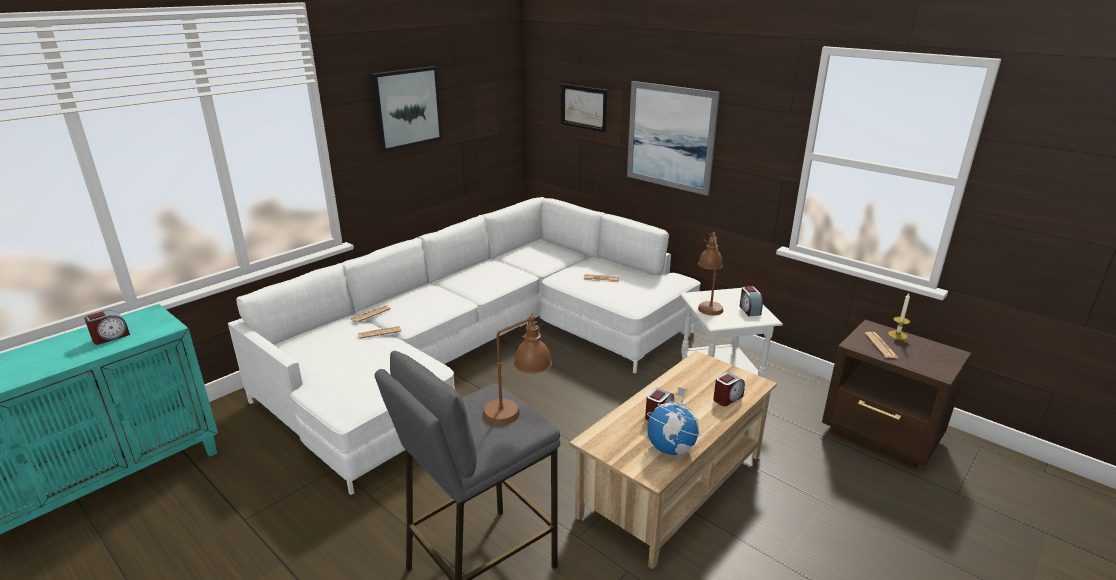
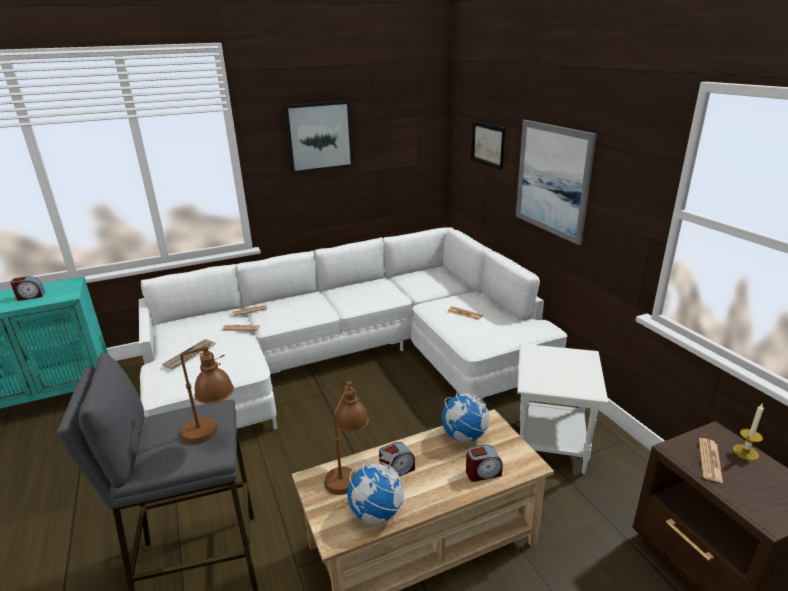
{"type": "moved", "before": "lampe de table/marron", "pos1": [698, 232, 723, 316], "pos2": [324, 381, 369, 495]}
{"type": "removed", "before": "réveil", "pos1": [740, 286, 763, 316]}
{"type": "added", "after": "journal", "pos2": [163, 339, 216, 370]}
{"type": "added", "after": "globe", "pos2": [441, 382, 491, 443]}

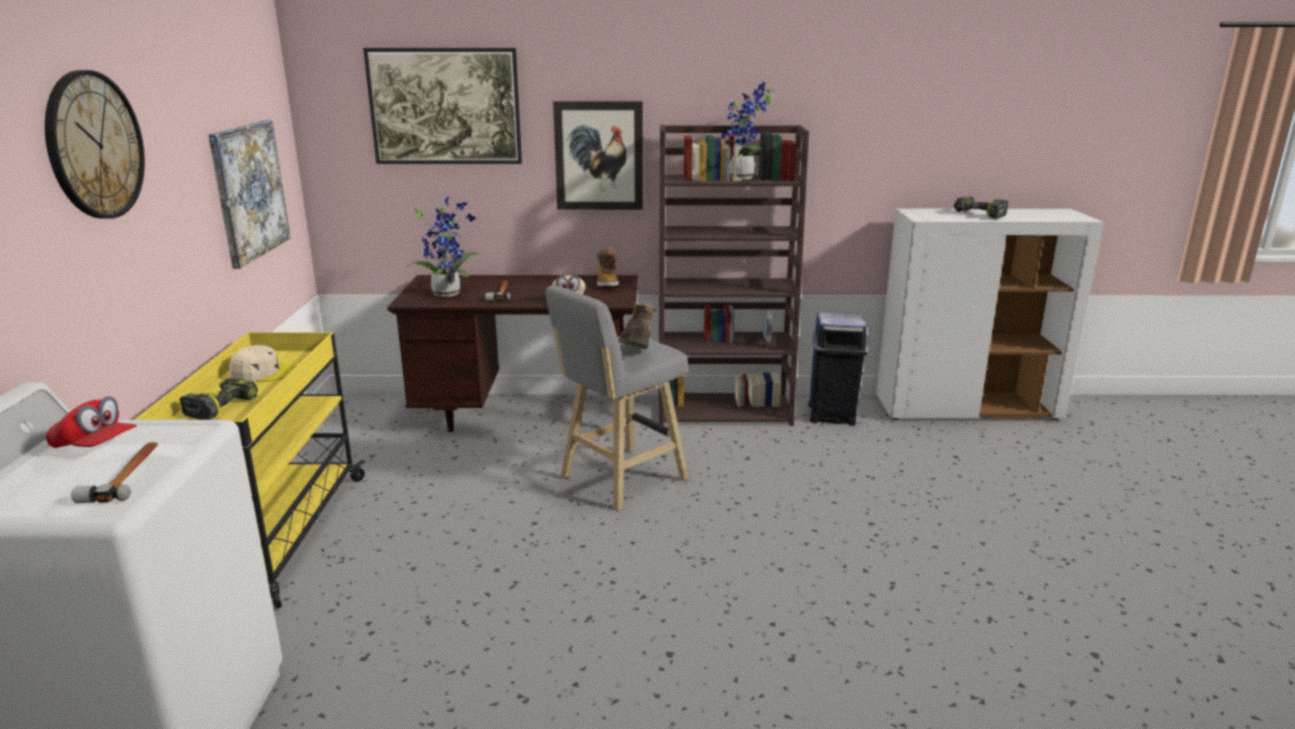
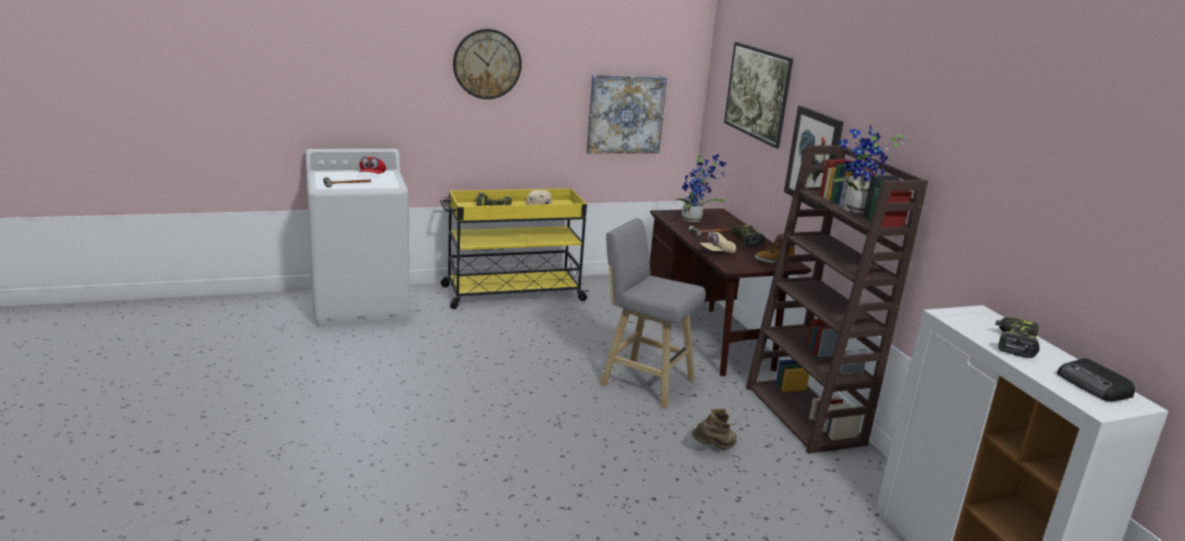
{"type": "moved", "before": "botte/marron", "pos1": [618, 301, 657, 349], "pos2": [692, 408, 737, 449]}
{"type": "removed", "before": "poubelle/bleu", "pos1": [808, 312, 868, 425]}
{"type": "added", "after": "perceuse", "pos2": [730, 225, 765, 247]}
{"type": "added", "after": "radio", "pos2": [1057, 358, 1135, 401]}

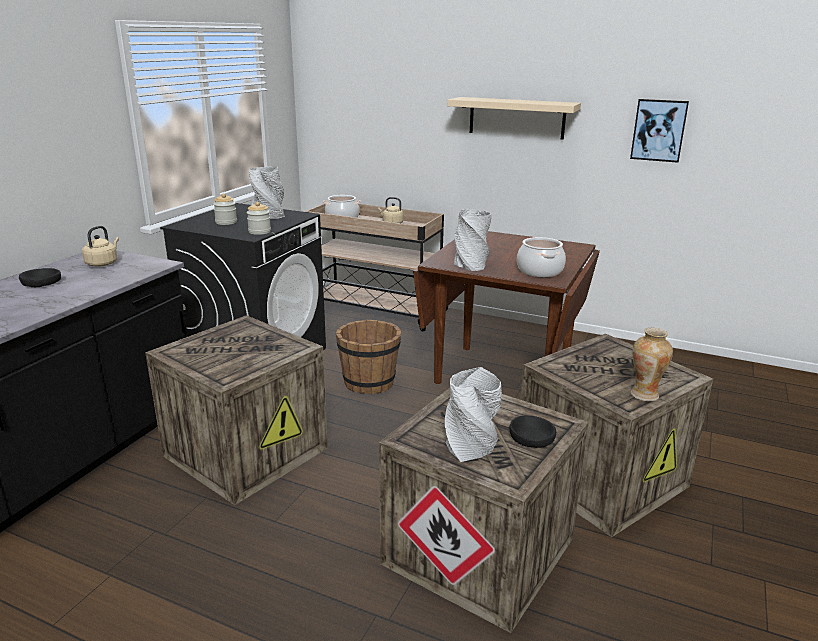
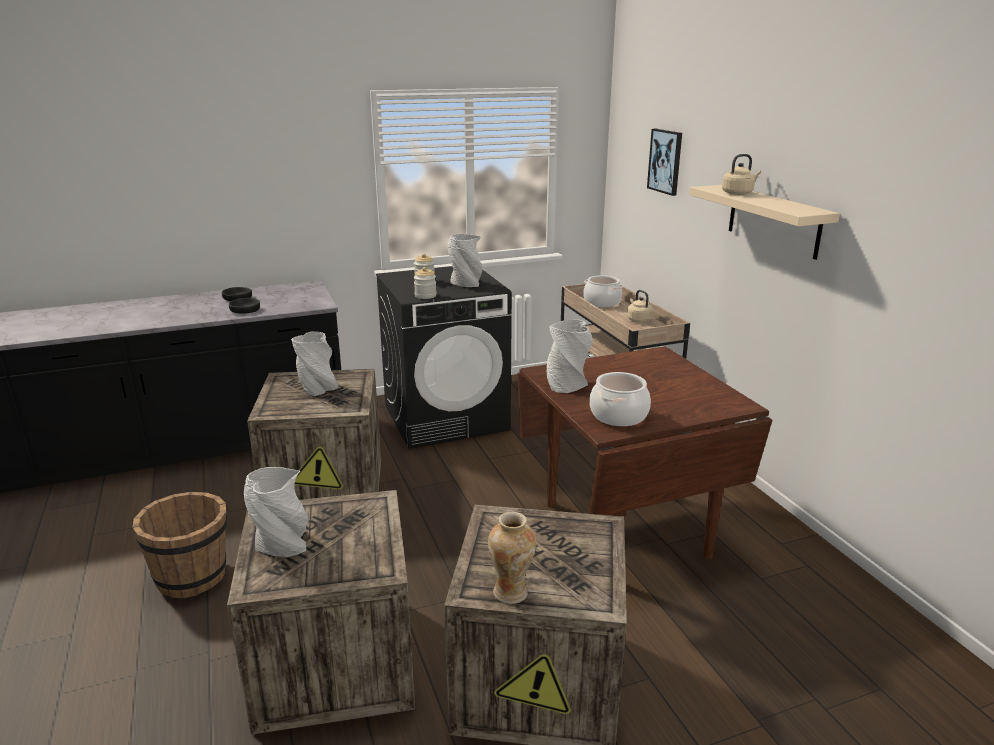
{"type": "moved", "before": "tableau", "pos1": [630, 99, 689, 163], "pos2": [647, 129, 682, 196]}
{"type": "moved", "before": "bouilloire/beige", "pos1": [82, 226, 119, 267], "pos2": [722, 154, 761, 195]}
{"type": "moved", "before": "seau/marron", "pos1": [336, 320, 401, 394], "pos2": [132, 492, 227, 598]}
{"type": "moved", "before": "bol/noir", "pos1": [510, 416, 556, 448], "pos2": [229, 298, 260, 314]}
{"type": "added", "after": "vase/gris", "pos2": [291, 331, 338, 396]}

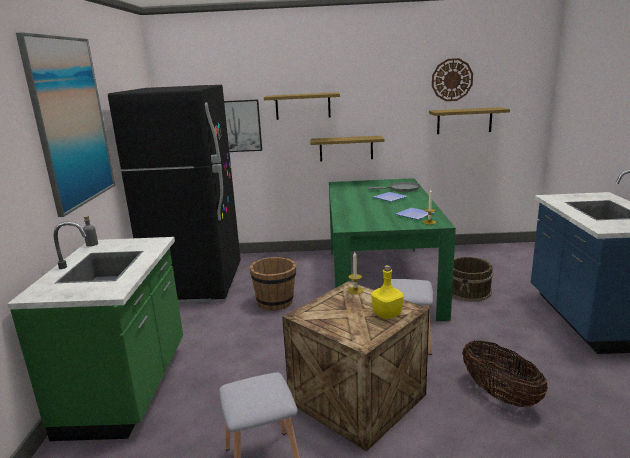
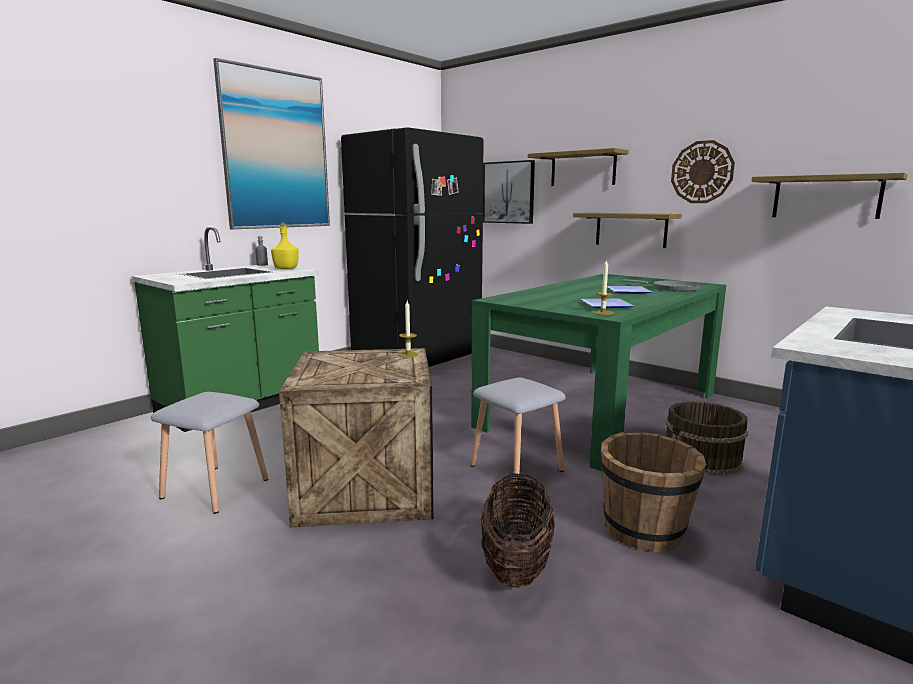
{"type": "moved", "before": "horloge murale", "pos1": [432, 58, 473, 101], "pos2": [671, 140, 735, 203]}
{"type": "moved", "before": "seau/marron", "pos1": [250, 257, 296, 311], "pos2": [600, 432, 706, 552]}
{"type": "moved", "before": "bouteille/jaune", "pos1": [371, 265, 404, 319], "pos2": [271, 223, 299, 269]}

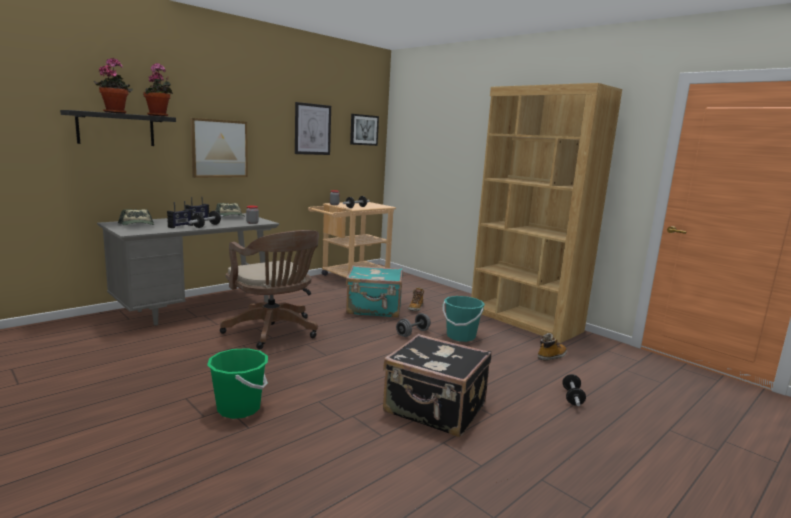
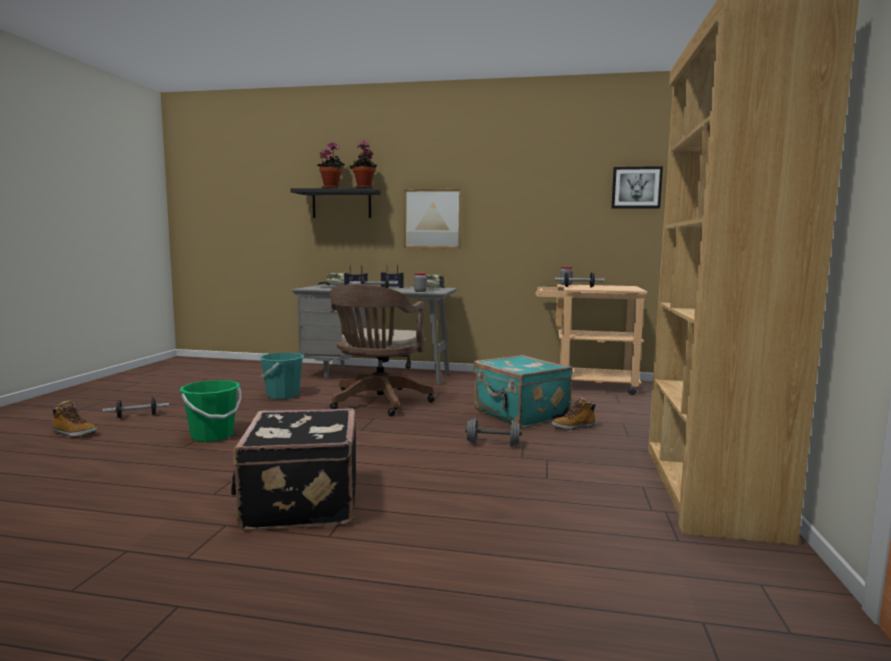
{"type": "removed", "before": "tableau", "pos1": [295, 102, 331, 155]}
{"type": "moved", "before": "seau/turquoise", "pos1": [443, 296, 485, 342], "pos2": [259, 353, 305, 399]}
{"type": "moved", "before": "botte", "pos1": [538, 333, 567, 361], "pos2": [52, 401, 97, 437]}
{"type": "moved", "before": "haltère", "pos1": [562, 374, 586, 406], "pos2": [103, 397, 169, 418]}

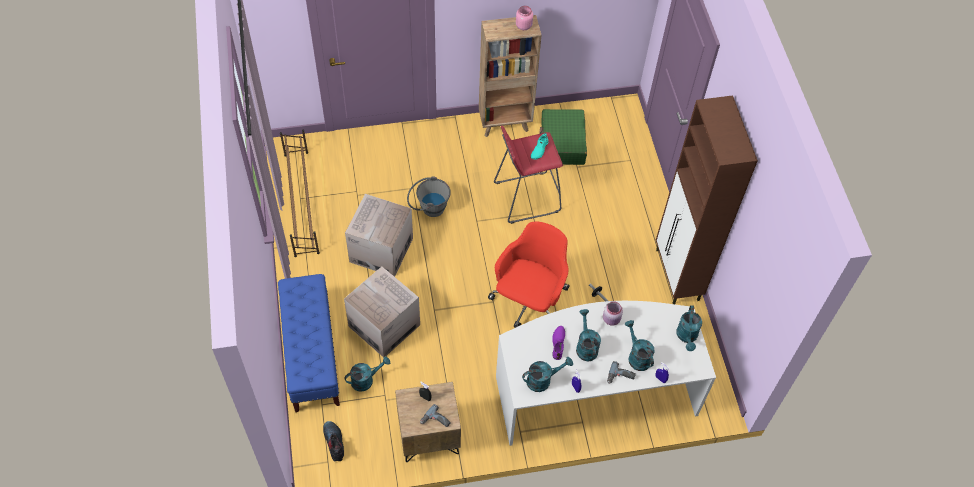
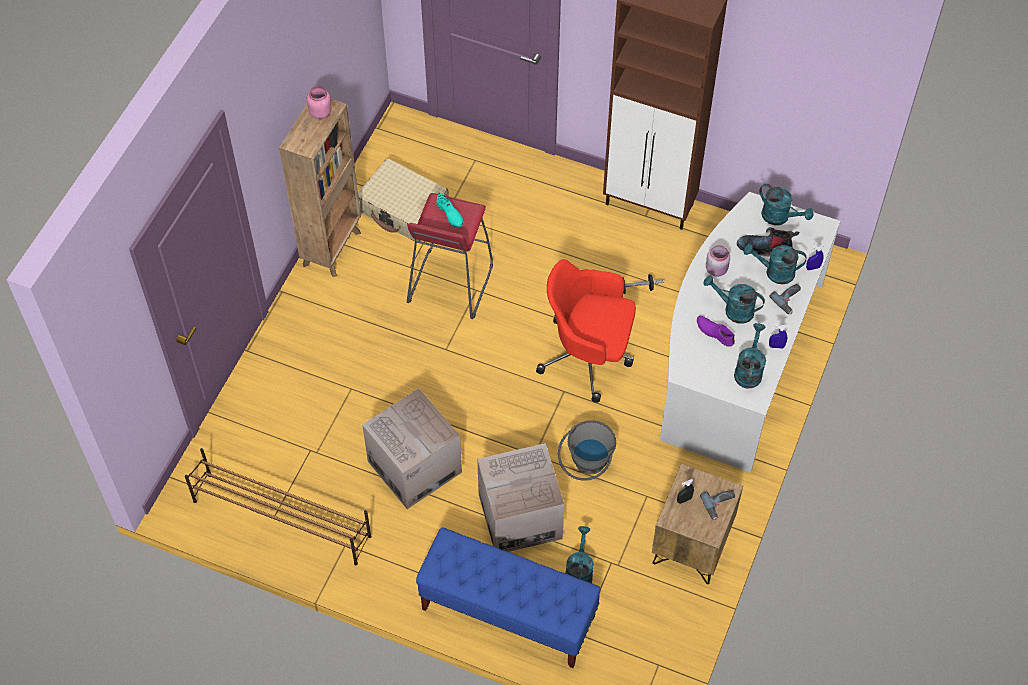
{"type": "recoloured", "before": "valise/vert", "after": "valise/beige", "pos1": [539, 109, 587, 165], "pos2": [358, 158, 449, 241]}
{"type": "moved", "before": "seau/gris", "pos1": [407, 176, 451, 217], "pos2": [558, 420, 616, 481]}
{"type": "turned", "before": "chaise de bureau/rouge", "pos1": [488, 222, 570, 328], "pos2": [536, 259, 636, 403], "turn": -45}
{"type": "moved", "before": "botte", "pos1": [323, 421, 344, 462], "pos2": [737, 227, 799, 257]}

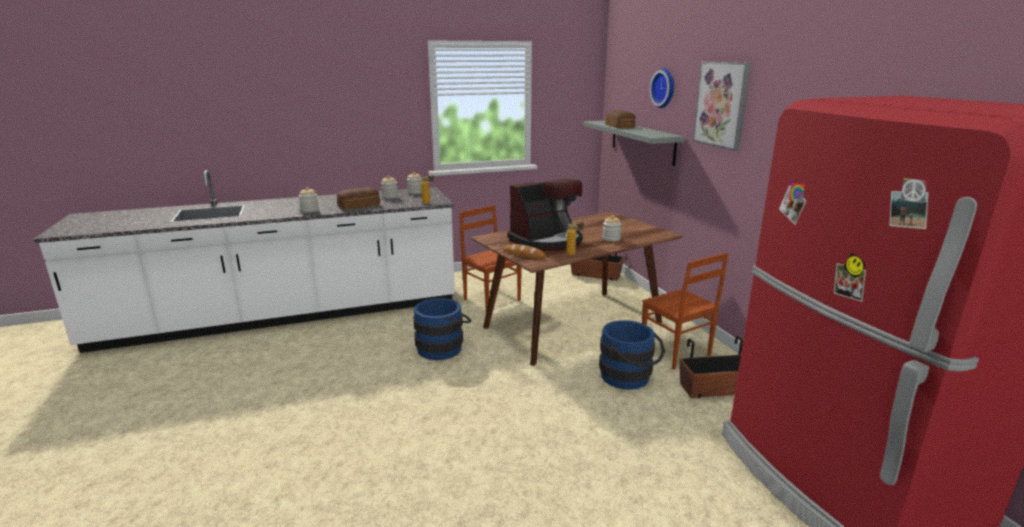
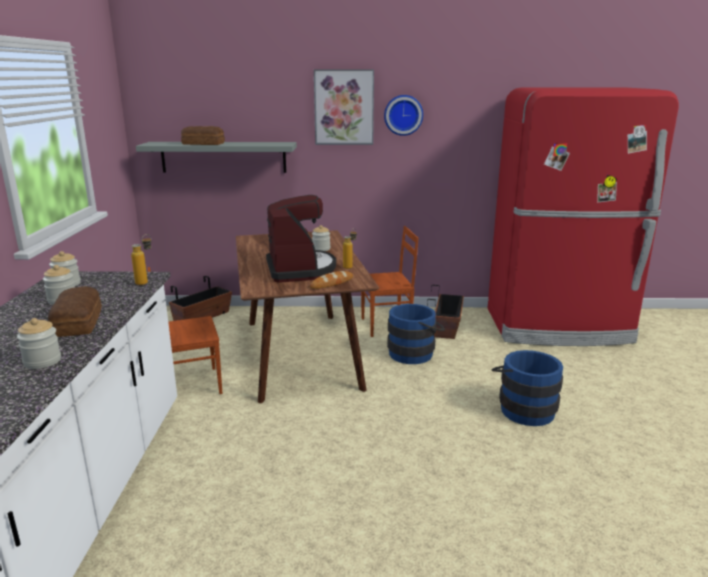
{"type": "moved", "before": "horloge murale", "pos1": [649, 68, 674, 108], "pos2": [384, 95, 423, 136]}
{"type": "moved", "before": "seau/bleu", "pos1": [413, 298, 472, 360], "pos2": [492, 350, 563, 426]}

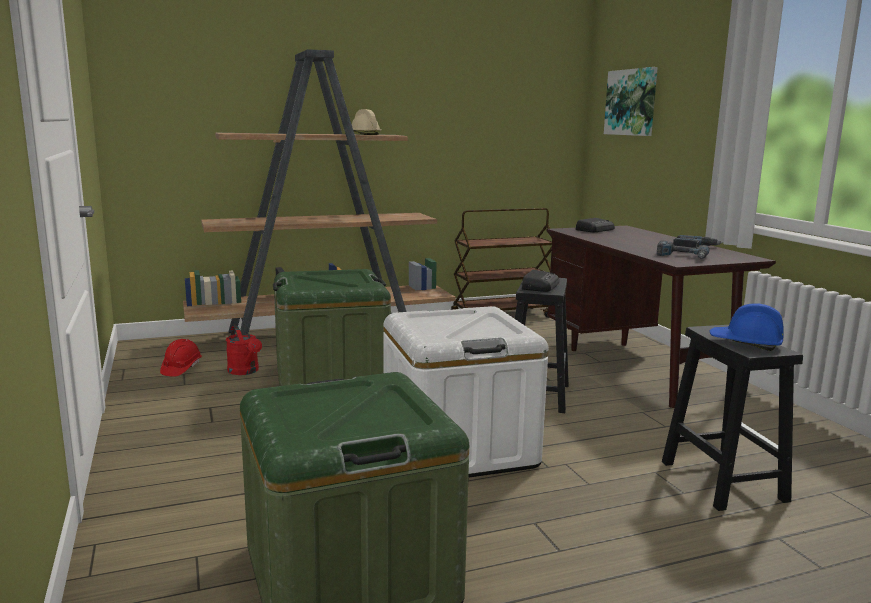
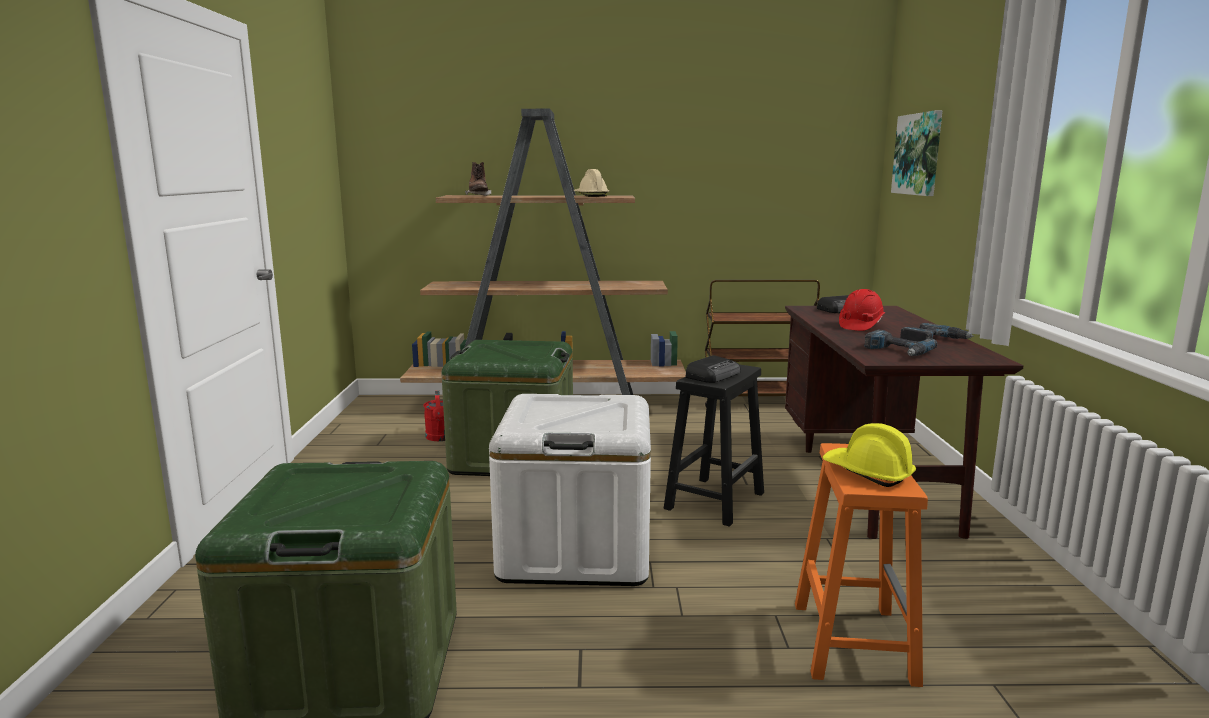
{"type": "recoloured", "before": "casque de chantier/bleu", "after": "casque de chantier/jaune", "pos1": [709, 303, 784, 351], "pos2": [822, 423, 916, 487]}
{"type": "recoloured", "before": "tabouret/noir", "after": "tabouret/orange", "pos1": [662, 325, 803, 511], "pos2": [795, 443, 928, 687]}
{"type": "moved", "before": "casque de chantier/rouge", "pos1": [160, 339, 202, 377], "pos2": [839, 289, 885, 331]}
{"type": "added", "after": "botte/marron", "pos2": [465, 162, 491, 196]}

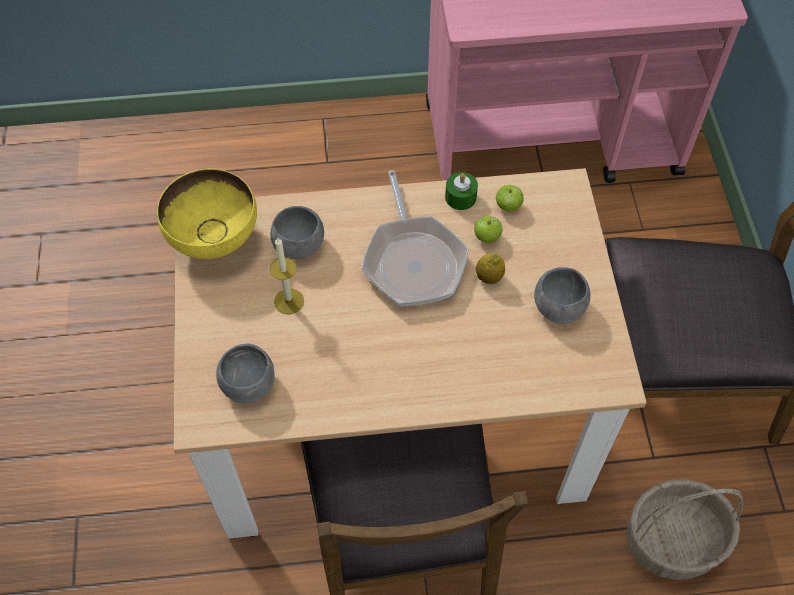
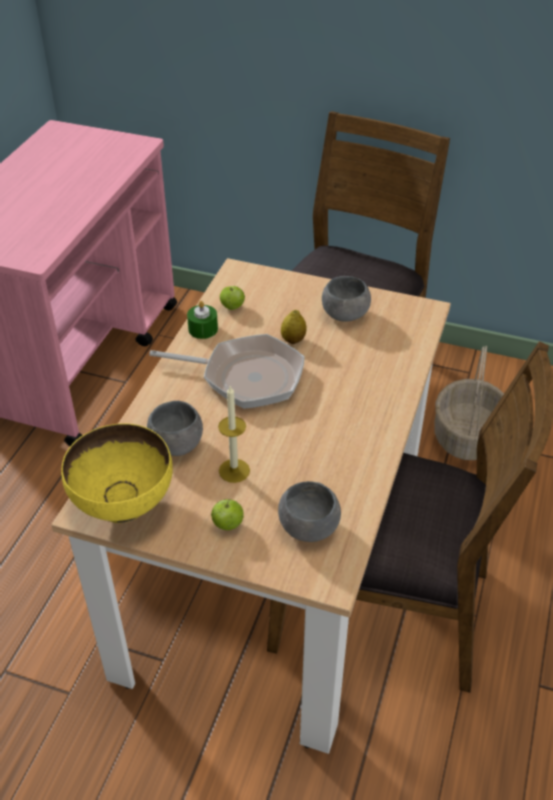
{"type": "moved", "before": "pomme", "pos1": [474, 216, 502, 243], "pos2": [211, 498, 244, 530]}

